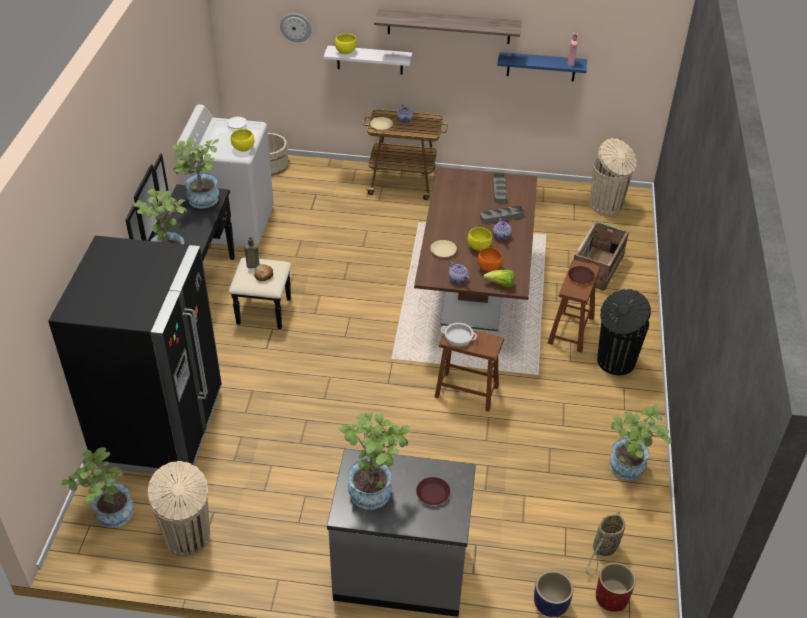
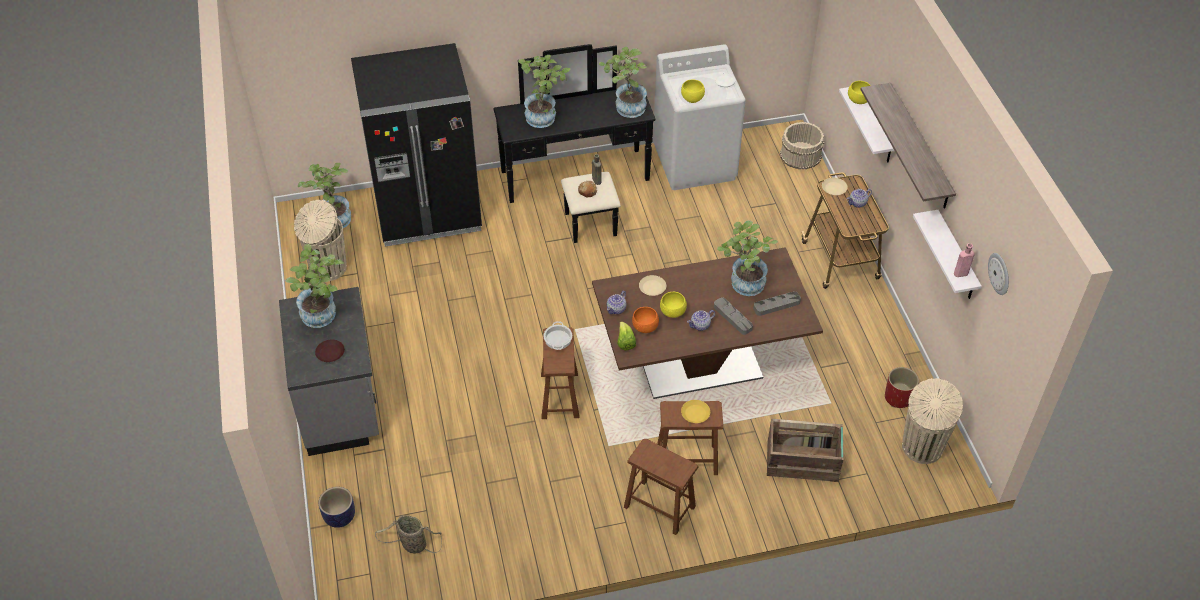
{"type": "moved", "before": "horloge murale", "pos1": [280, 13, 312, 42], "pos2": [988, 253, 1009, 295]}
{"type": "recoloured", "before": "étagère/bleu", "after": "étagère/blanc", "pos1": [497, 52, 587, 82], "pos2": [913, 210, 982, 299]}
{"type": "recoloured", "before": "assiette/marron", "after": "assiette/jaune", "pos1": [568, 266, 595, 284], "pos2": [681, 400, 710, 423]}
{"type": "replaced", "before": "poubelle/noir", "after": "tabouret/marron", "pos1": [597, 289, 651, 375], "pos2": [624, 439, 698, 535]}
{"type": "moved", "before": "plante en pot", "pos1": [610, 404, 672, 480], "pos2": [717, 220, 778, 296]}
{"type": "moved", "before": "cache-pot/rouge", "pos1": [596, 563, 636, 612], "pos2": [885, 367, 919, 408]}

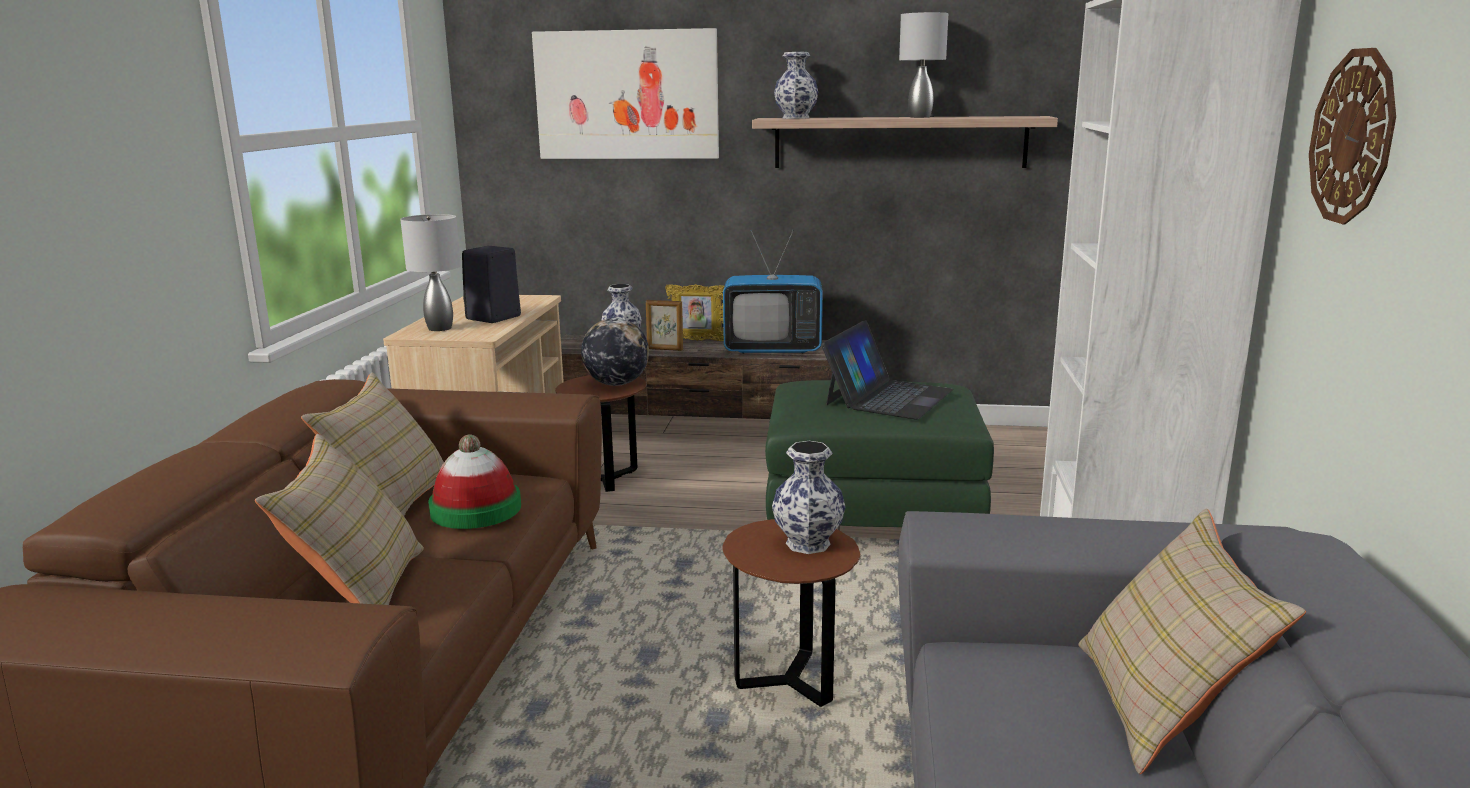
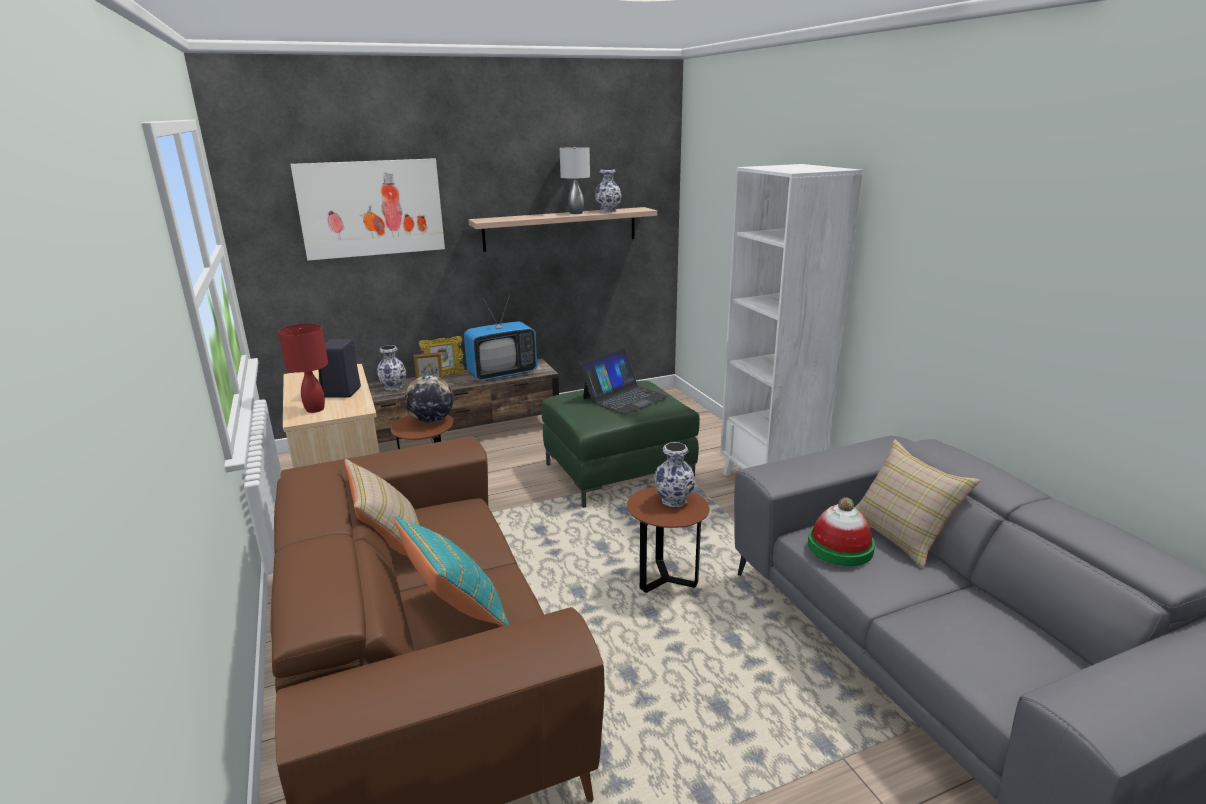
{"type": "removed", "before": "horloge murale", "pos1": [1309, 48, 1396, 224]}
{"type": "moved", "before": "vase", "pos1": [774, 52, 818, 119], "pos2": [595, 169, 622, 213]}
{"type": "recoloured", "before": "lampe de table/gris", "after": "lampe de table/rouge", "pos1": [400, 214, 461, 331], "pos2": [278, 324, 328, 413]}
{"type": "turned", "before": "ordinateur portable", "pos1": [821, 320, 953, 419], "pos2": [579, 348, 668, 415], "turn": 45}
{"type": "recoloured", "before": "coussin/beige", "after": "coussin/turquoise", "pos1": [255, 434, 424, 605], "pos2": [393, 516, 509, 626]}
{"type": "moved", "before": "chapeau", "pos1": [428, 434, 521, 529], "pos2": [808, 497, 875, 566]}

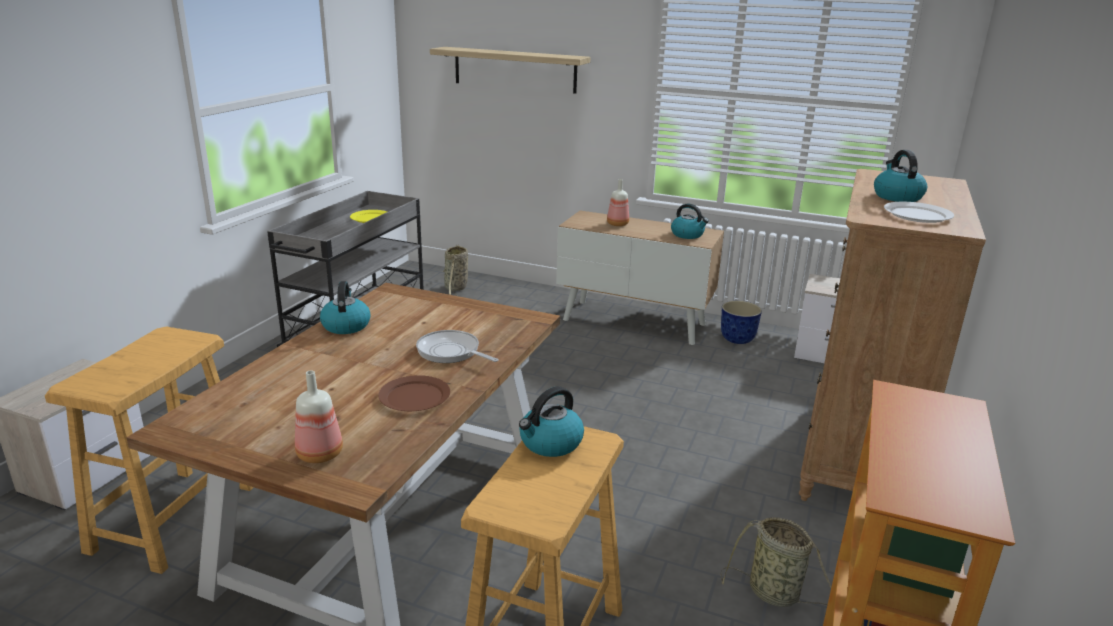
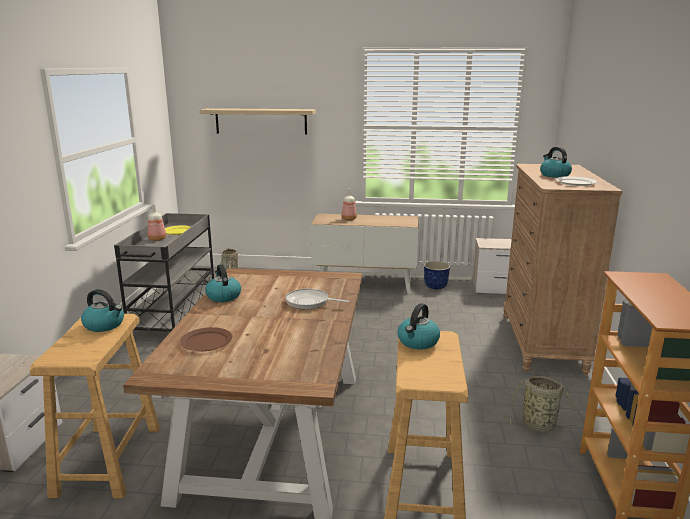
{"type": "moved", "before": "bouilloire", "pos1": [671, 203, 709, 239], "pos2": [81, 289, 124, 332]}
{"type": "moved", "before": "bouteille", "pos1": [295, 371, 343, 463], "pos2": [148, 204, 166, 241]}
{"type": "moved", "before": "assiette/marron", "pos1": [378, 375, 450, 411], "pos2": [180, 327, 232, 351]}

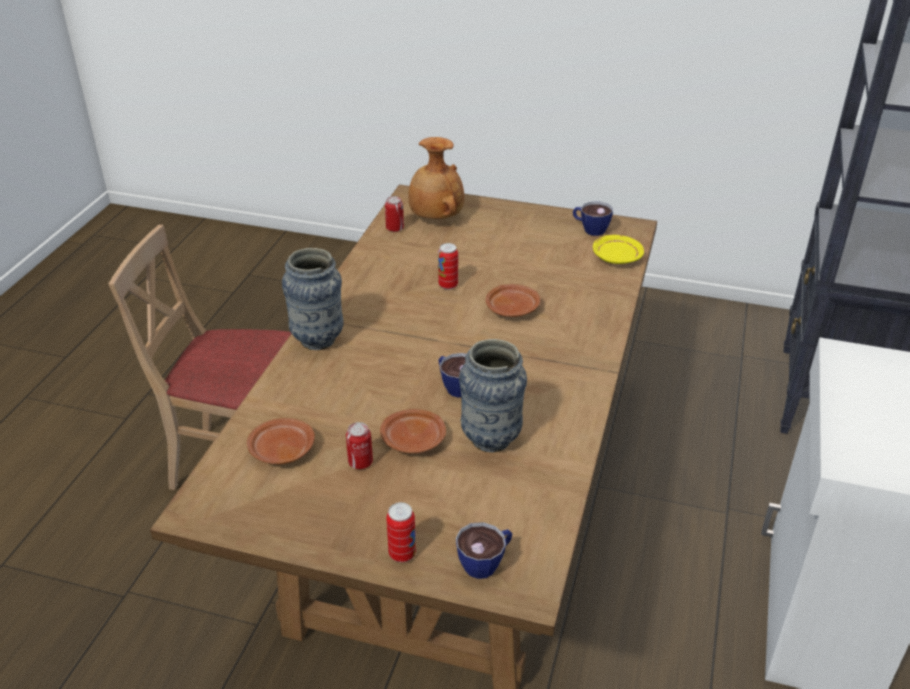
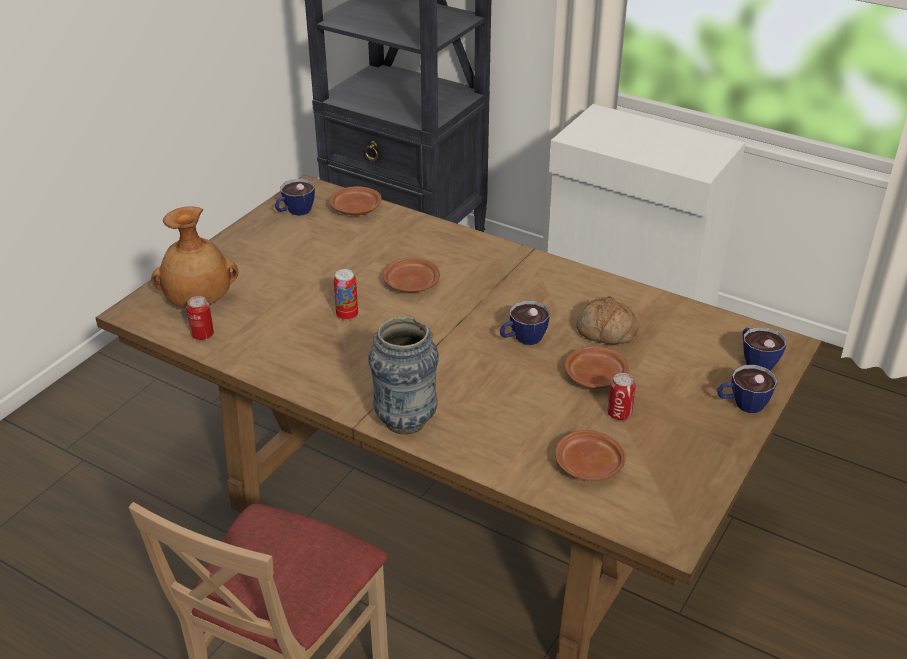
{"type": "recoloured", "before": "assiette/jaune", "after": "assiette/marron", "pos1": [593, 235, 644, 264], "pos2": [329, 186, 382, 215]}
{"type": "replaced", "before": "vase", "after": "pain", "pos1": [459, 339, 527, 453], "pos2": [576, 296, 639, 344]}
{"type": "replaced", "before": "boîte métallique", "after": "tasse", "pos1": [386, 502, 416, 562], "pos2": [717, 365, 777, 413]}

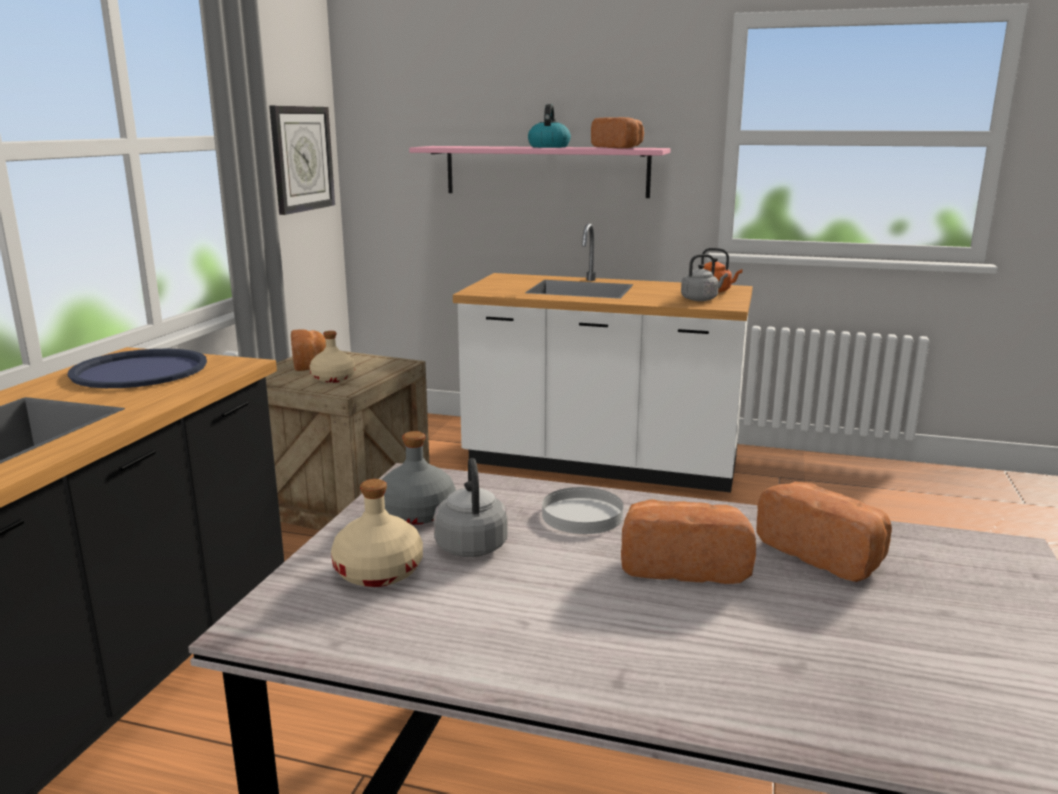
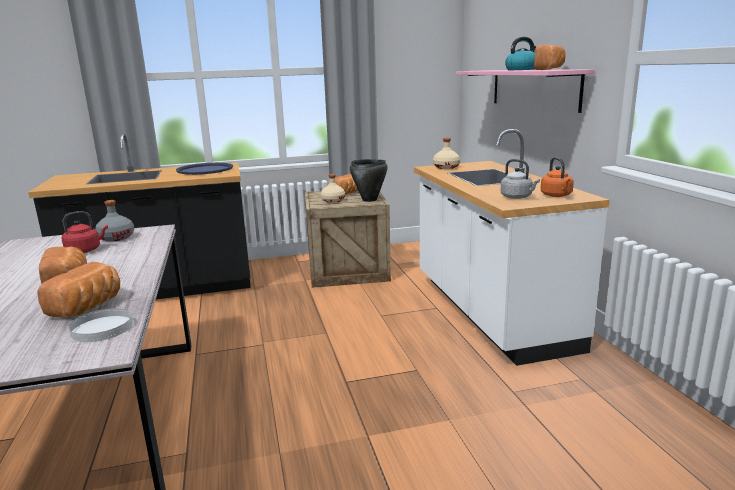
{"type": "removed", "before": "horloge murale", "pos1": [269, 106, 335, 215]}
{"type": "recoloured", "before": "bouilloire/gris", "after": "bouilloire/rouge", "pos1": [433, 458, 508, 557], "pos2": [62, 211, 108, 253]}
{"type": "moved", "before": "bouteille/beige", "pos1": [331, 479, 423, 587], "pos2": [433, 138, 460, 169]}
{"type": "moved", "before": "assiette/blanc", "pos1": [542, 487, 624, 534], "pos2": [69, 308, 133, 342]}
{"type": "added", "after": "marmite/noir", "pos2": [350, 159, 388, 202]}

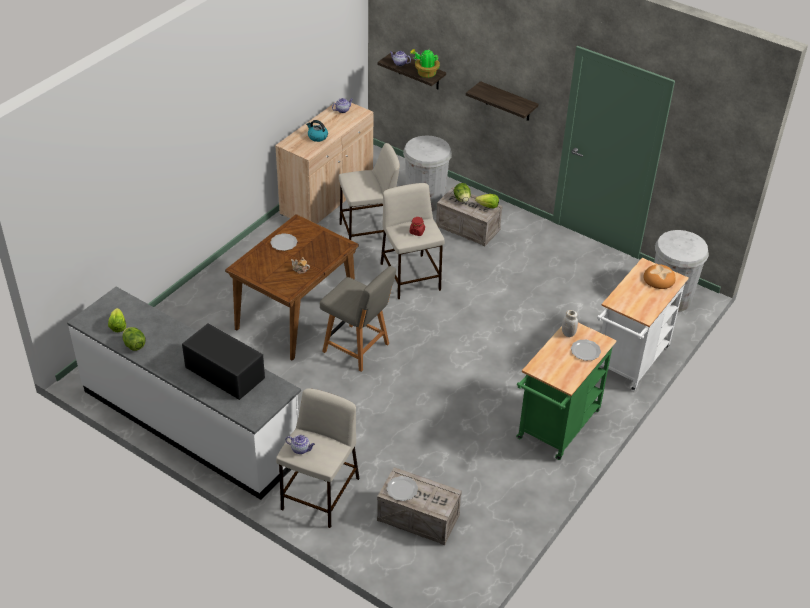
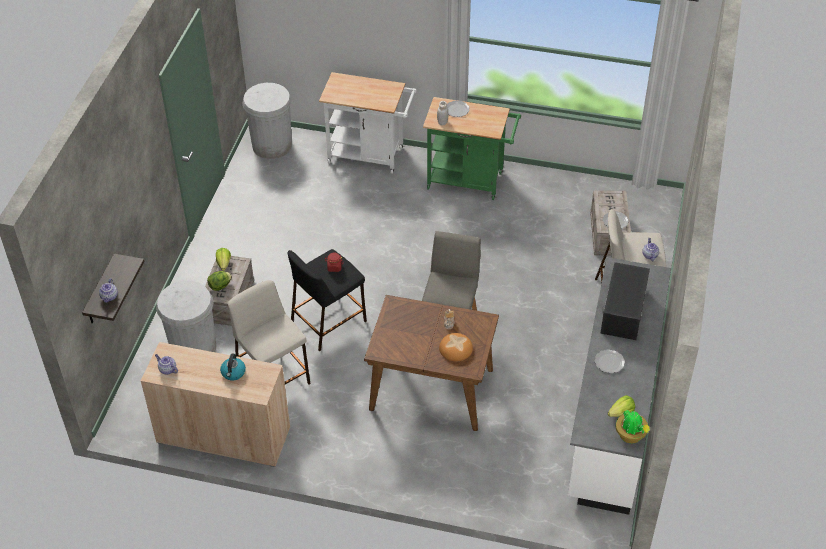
{"type": "moved", "before": "plante en pot", "pos1": [411, 49, 440, 78], "pos2": [616, 410, 650, 444]}
{"type": "removed", "before": "étagère", "pos1": [466, 81, 538, 121]}
{"type": "recoloured", "before": "tabouret/beige", "after": "tabouret/noir", "pos1": [380, 183, 445, 299], "pos2": [288, 249, 367, 351]}
{"type": "moved", "before": "assiette", "pos1": [270, 233, 298, 251], "pos2": [595, 350, 625, 373]}
{"type": "moved", "before": "pain", "pos1": [643, 264, 676, 289], "pos2": [439, 333, 473, 361]}
{"type": "removed", "before": "laitue", "pos1": [123, 327, 145, 351]}

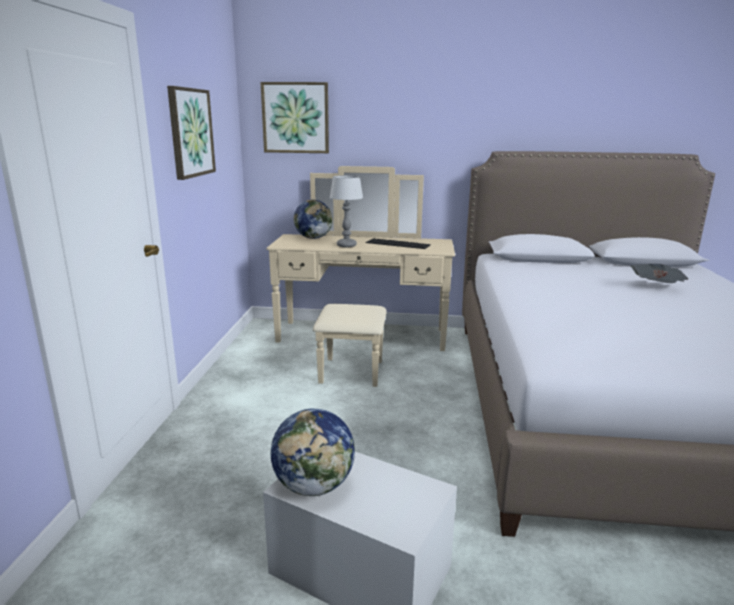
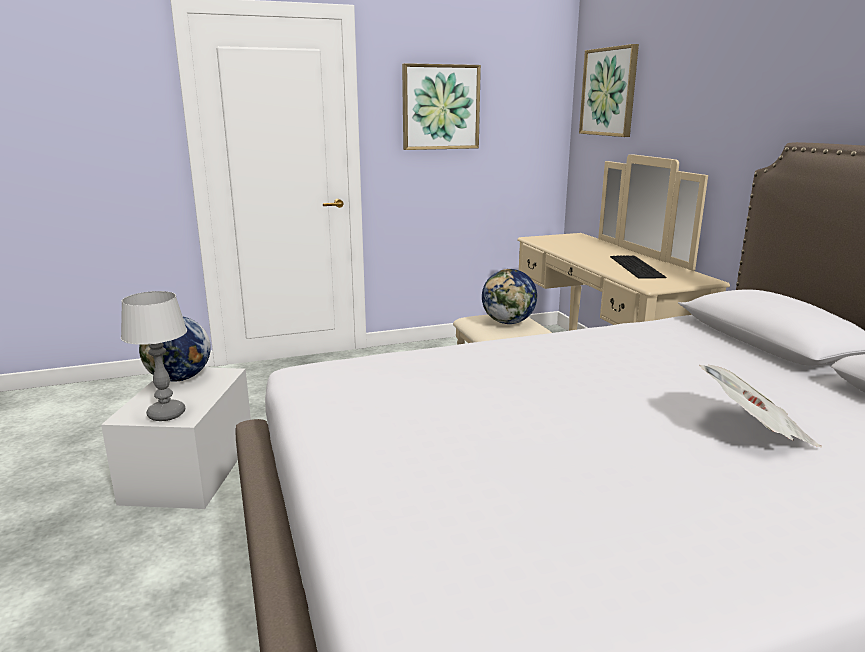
{"type": "moved", "before": "lampe de table", "pos1": [330, 175, 363, 247], "pos2": [121, 291, 187, 421]}
{"type": "moved", "before": "globe", "pos1": [294, 200, 333, 239], "pos2": [482, 269, 537, 324]}

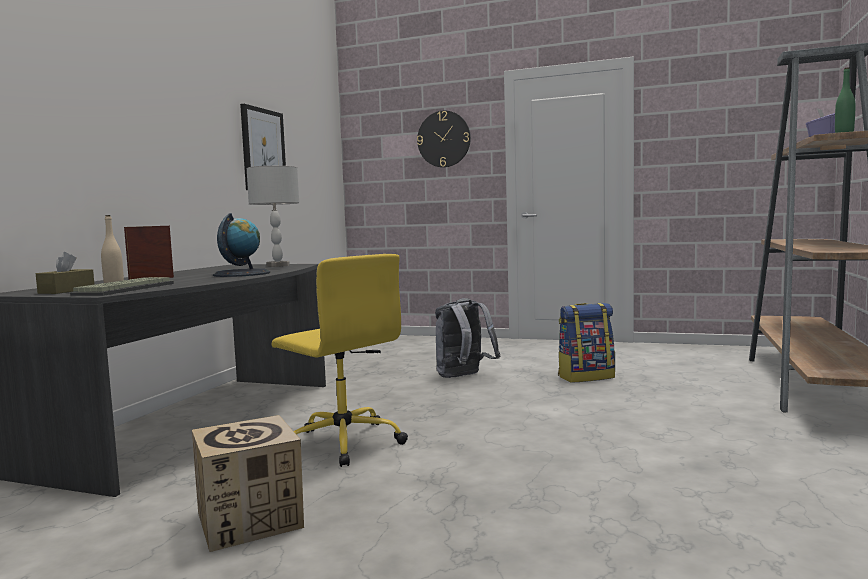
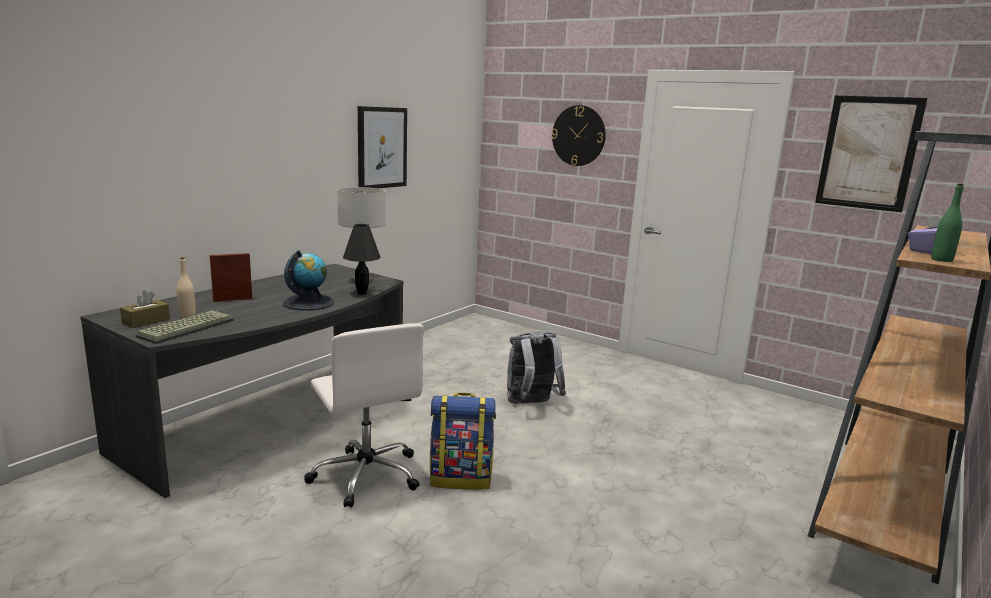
{"type": "recoloured", "before": "chaise de bureau/jaune", "after": "chaise de bureau/blanc", "pos1": [272, 254, 408, 467], "pos2": [304, 323, 424, 508]}
{"type": "moved", "before": "sac à dos", "pos1": [558, 303, 615, 383], "pos2": [430, 393, 496, 490]}
{"type": "removed", "before": "carton", "pos1": [192, 415, 304, 552]}
{"type": "added", "after": "tableau", "pos2": [815, 95, 927, 212]}
{"type": "added", "after": "lampe de table/noir", "pos2": [343, 224, 380, 295]}

